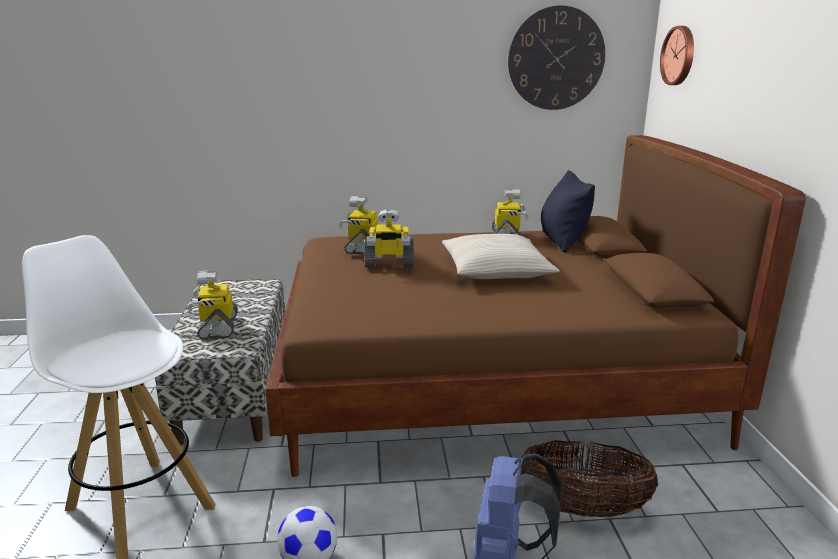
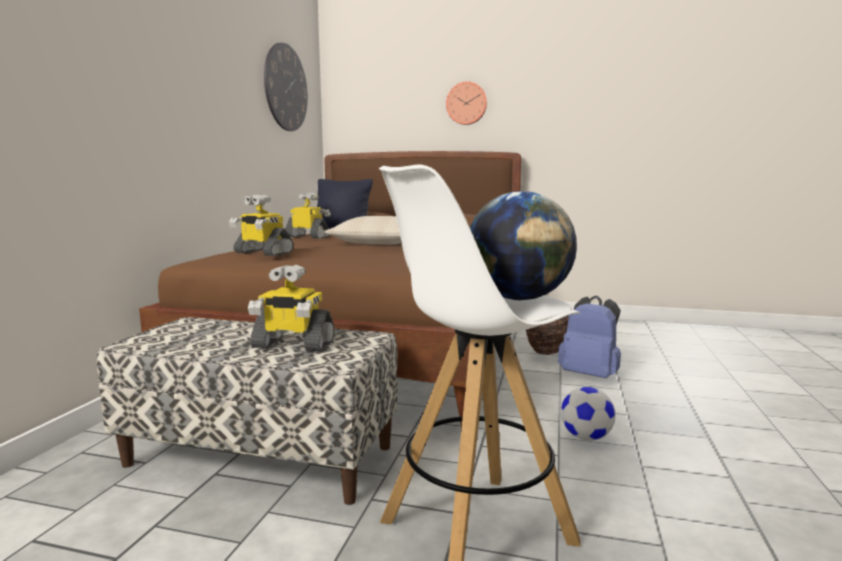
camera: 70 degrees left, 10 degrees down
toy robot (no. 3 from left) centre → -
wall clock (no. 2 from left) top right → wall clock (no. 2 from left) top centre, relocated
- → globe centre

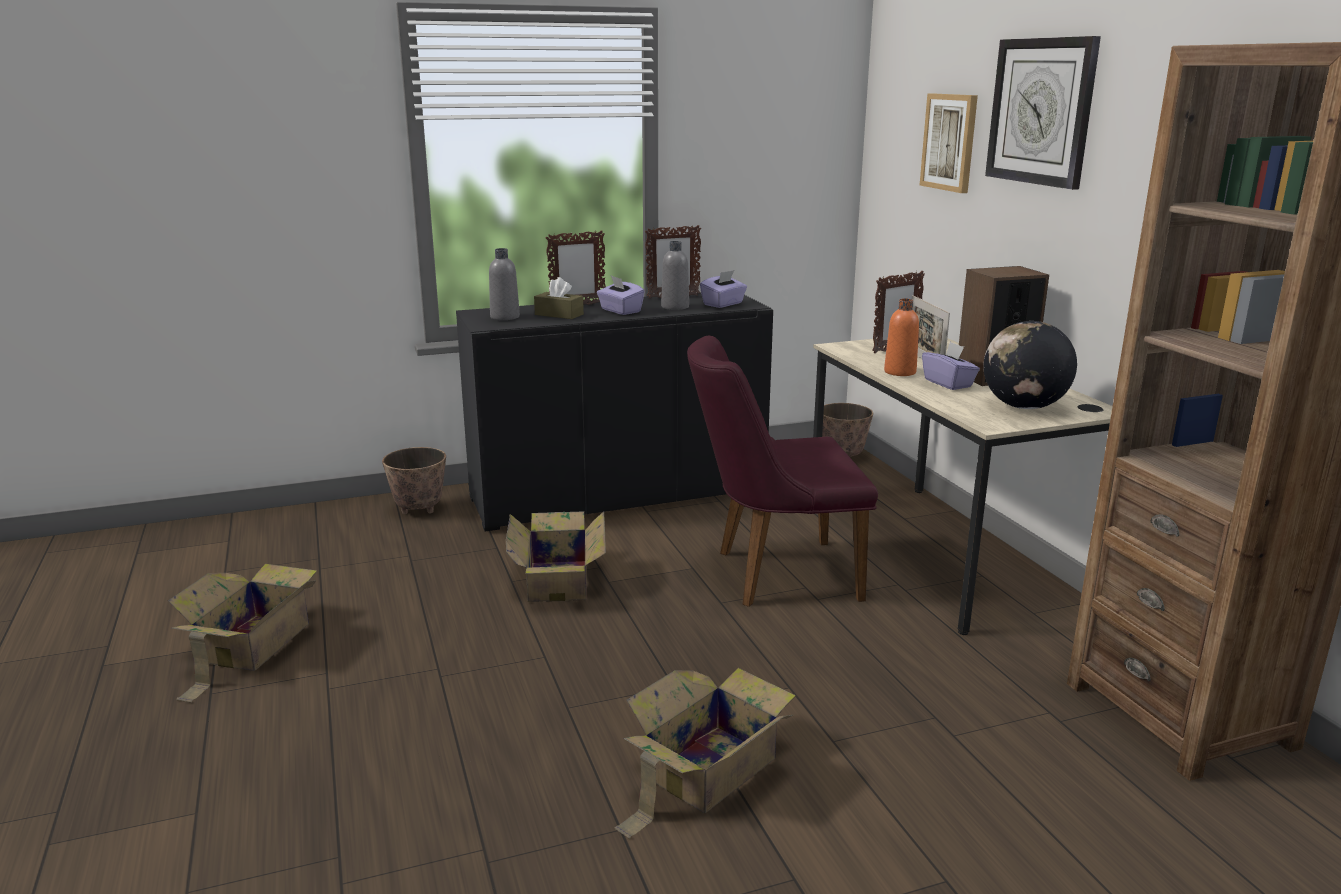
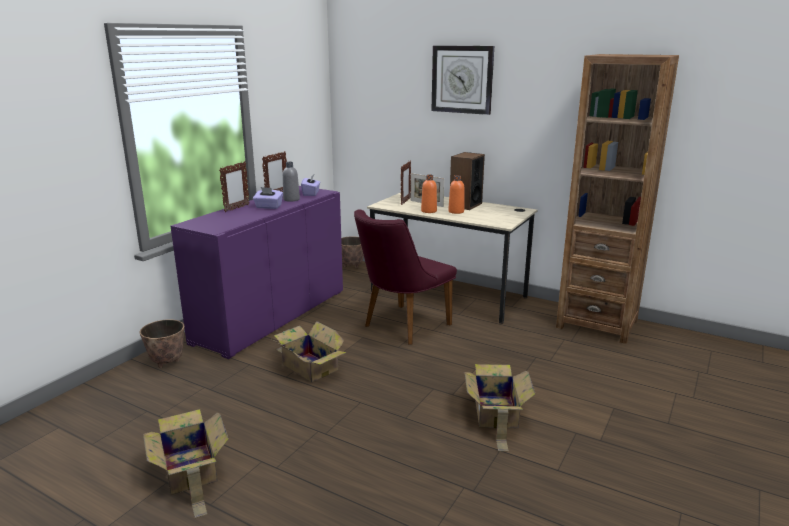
camera: 40 degrees left, 0 degrees up
black cabinet centre → purple cabinet middle left
grey bottle (no. 1 from left) top centre → -
brown tissue box centre → -
picture top right → -
purple tissue box (no. 3 from left) middle right → orange bottle (no. 2 from left) centre
globe middle right → -

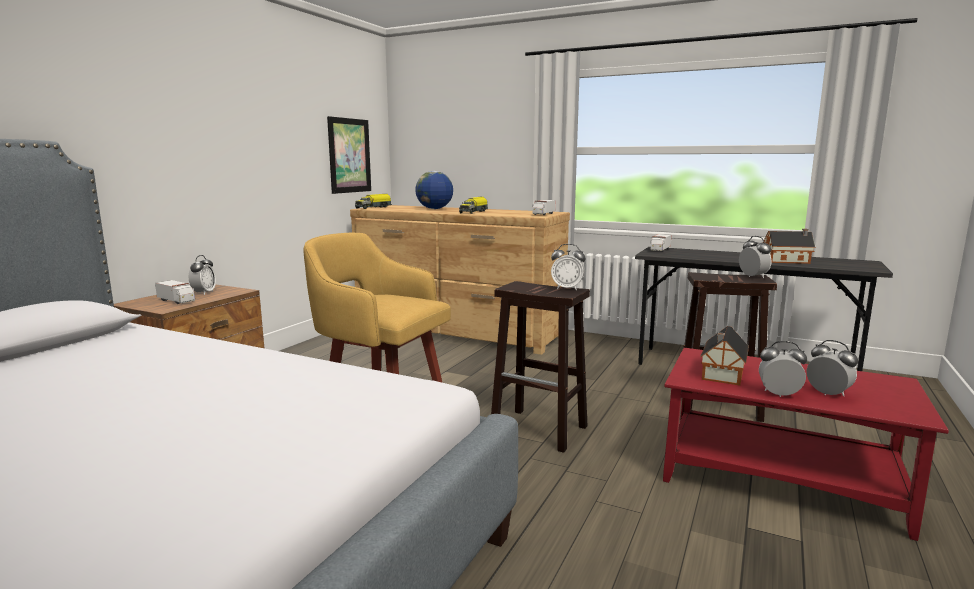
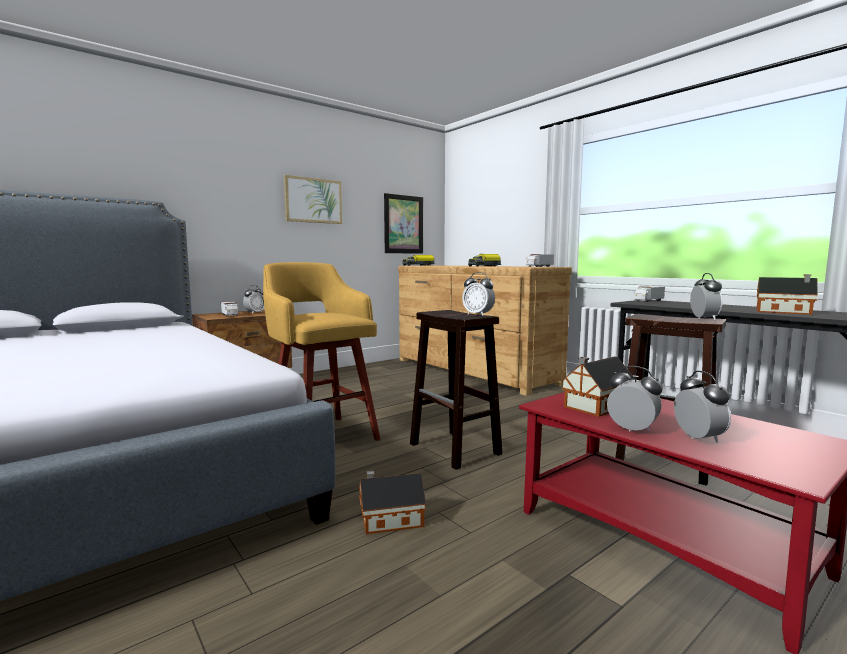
camera: 25 degrees right, 5 degrees down
globe top centre → -
- → picture (no. 1 from left) top centre
- → toy house (no. 1 from left) bottom centre

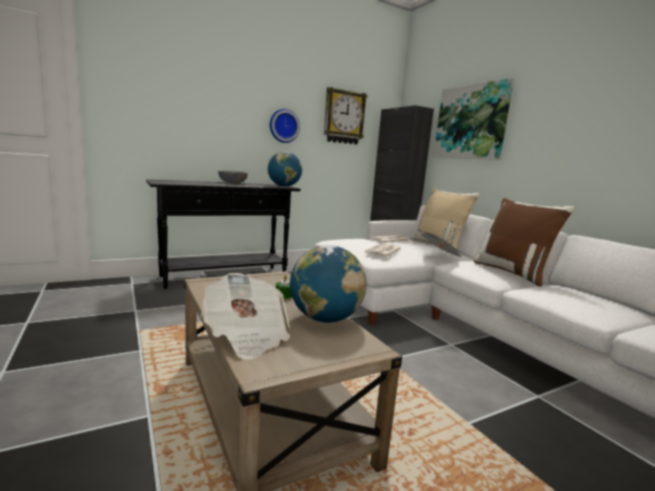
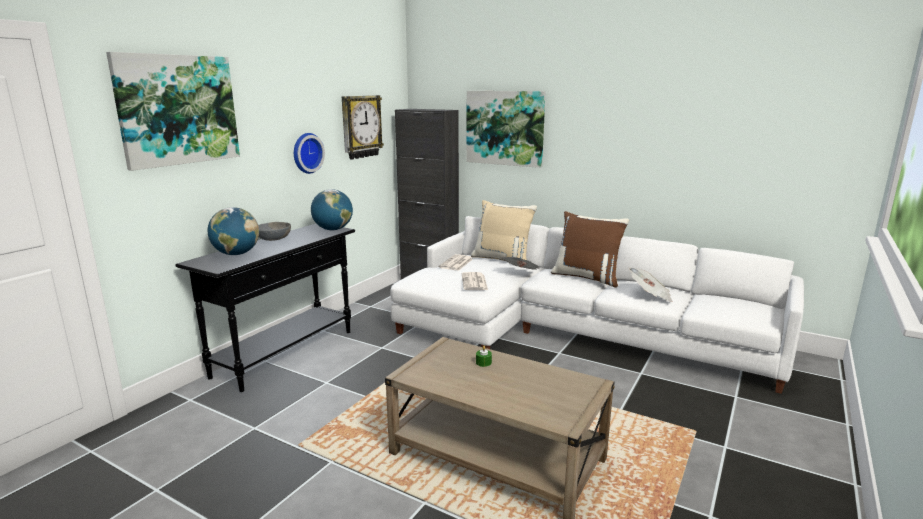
camera: 30 degrees left, 5 degrees up
newspaper (no. 1 from left in the first image) centre → newspaper (no. 4 from left) middle right, relocated
globe (no. 2 from left in the first image) centre → globe (no. 1 from left) middle left, relocated
- → picture (no. 1 from left) top left

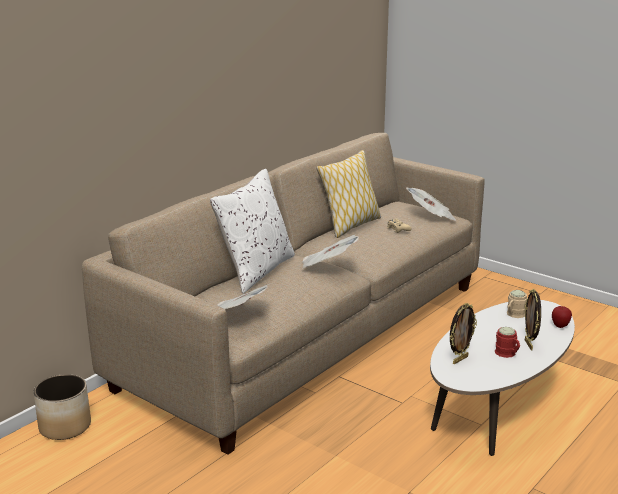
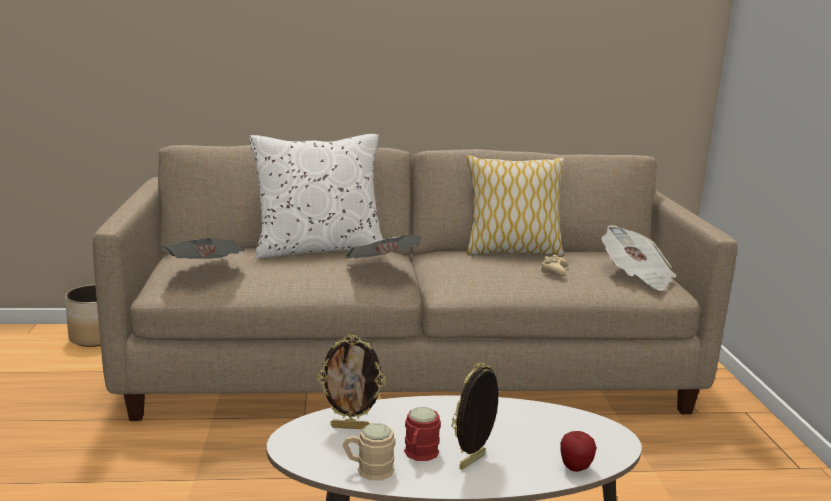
camera: 45 degrees right, 5 degrees down
beige mug middle right → beige mug bottom centre, relocated

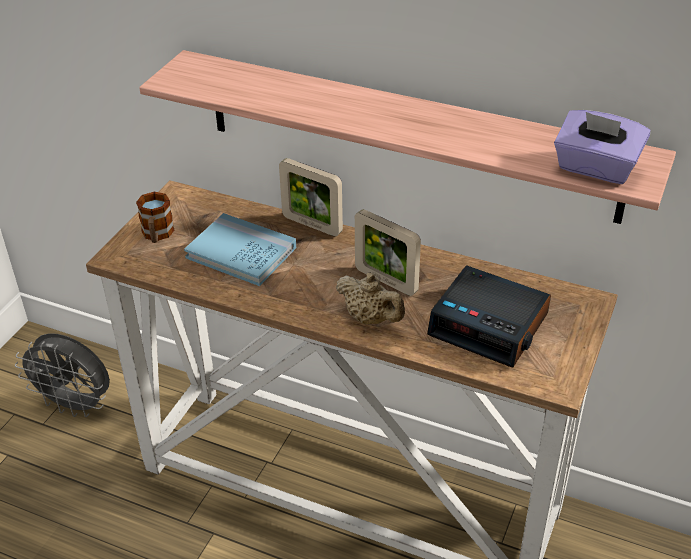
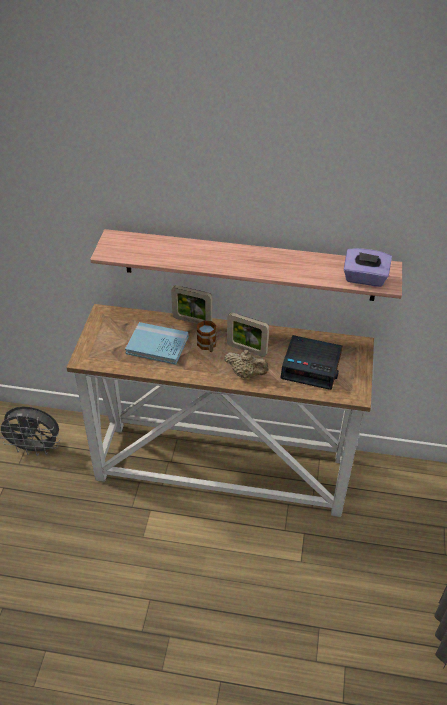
camera: 15 degrees left, 5 degrees up
mug middle left → mug centre, relocated

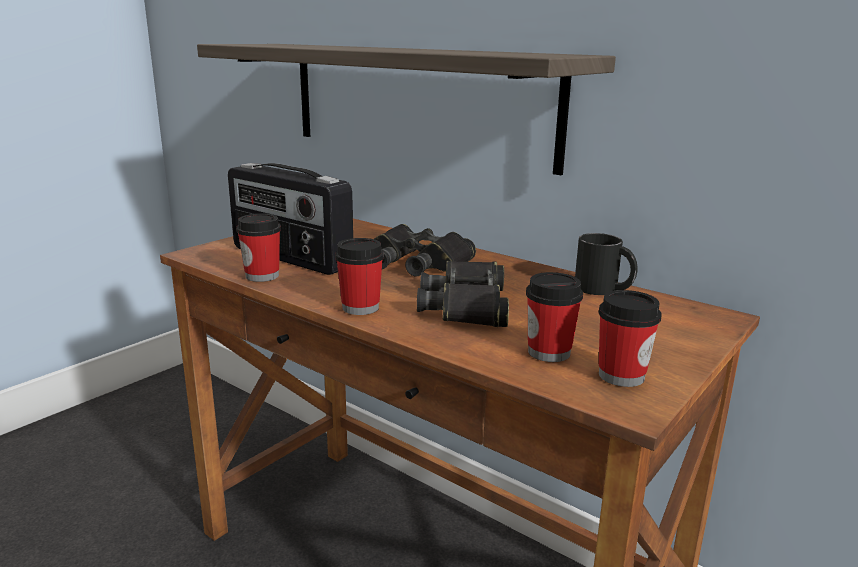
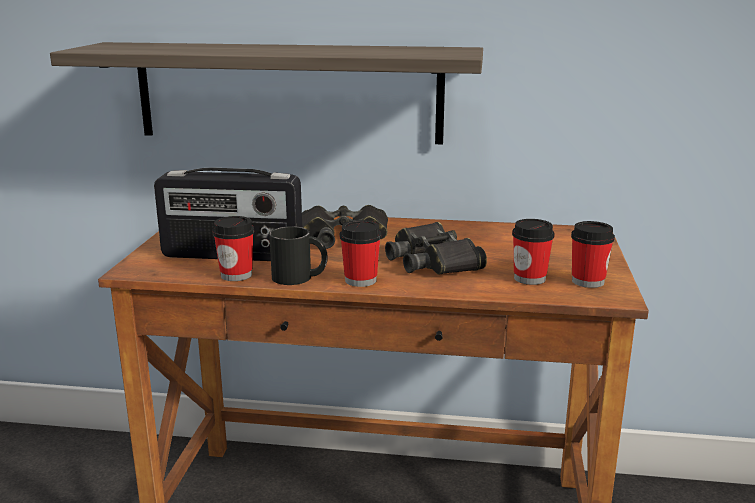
camera: 30 degrees left, 0 degrees up
black mug middle right → black mug centre, relocated

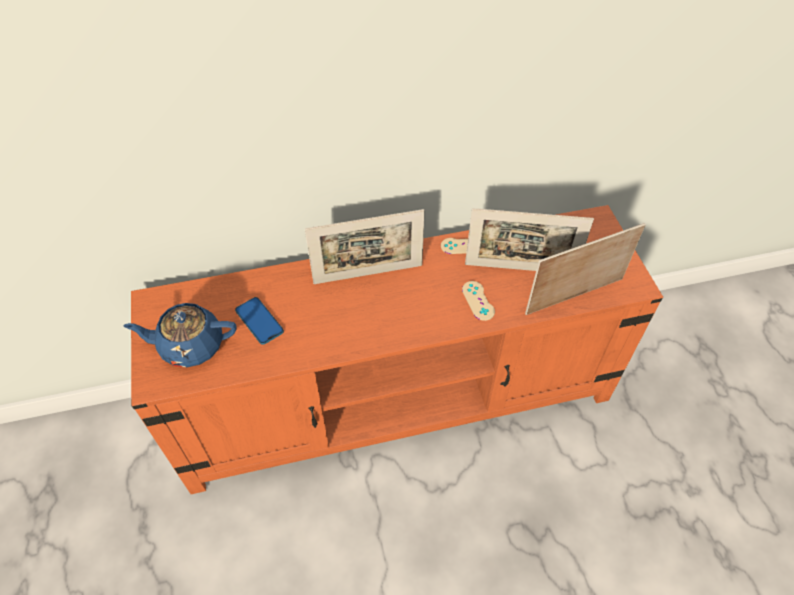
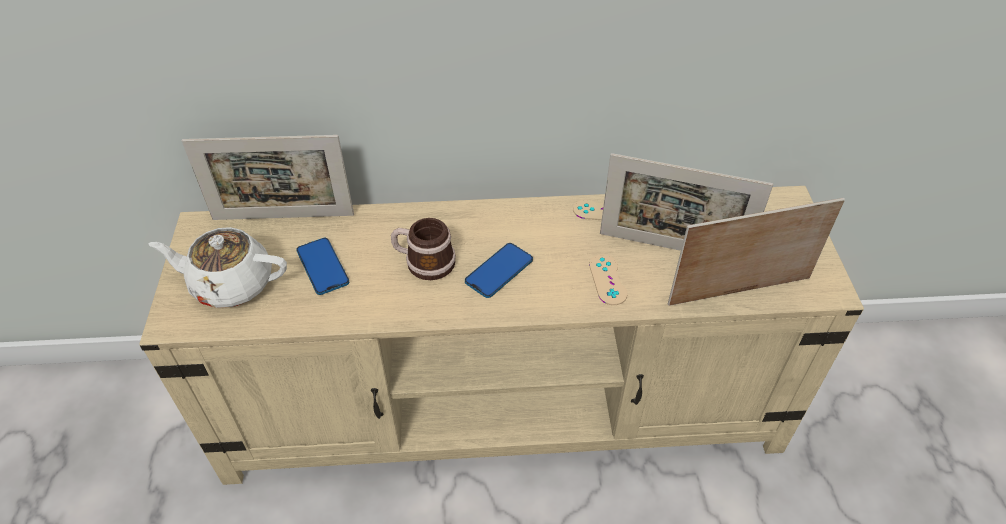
camera: 10 degrees right, 5 degrees down
blue teapot middle left → white teapot middle left
orange tv stand centre → beige tv stand centre
picture frame (no. 1 from left) centre → picture frame (no. 1 from left) middle left, relocated
- → mug centre
- → phone (no. 2 from left) centre

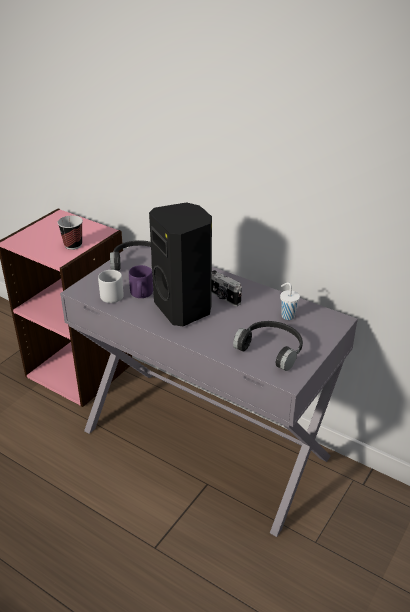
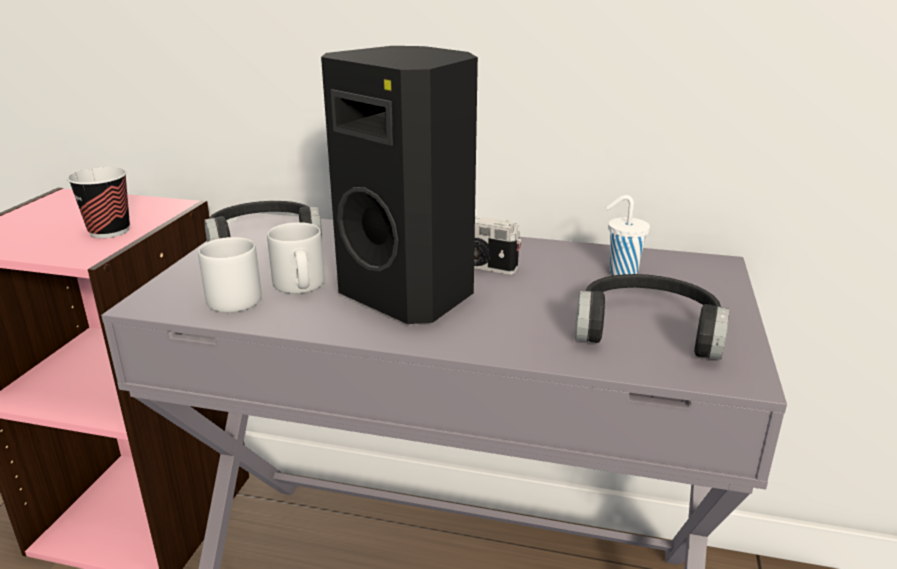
camera: 20 degrees left, 10 degrees down
purple mug centre → grey mug (no. 2 from left) middle left

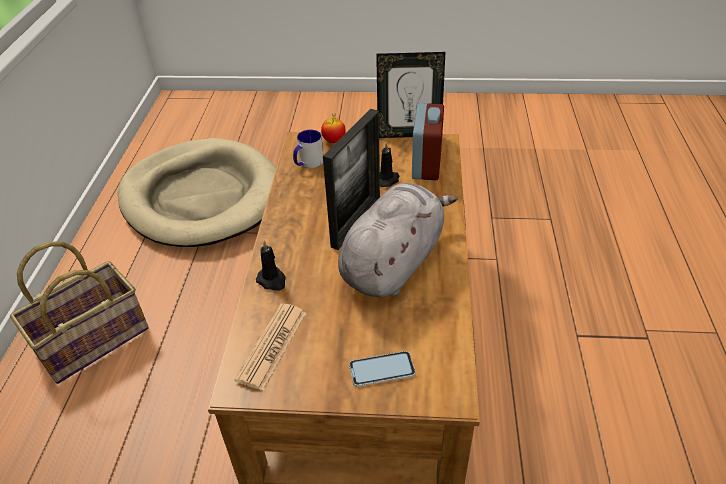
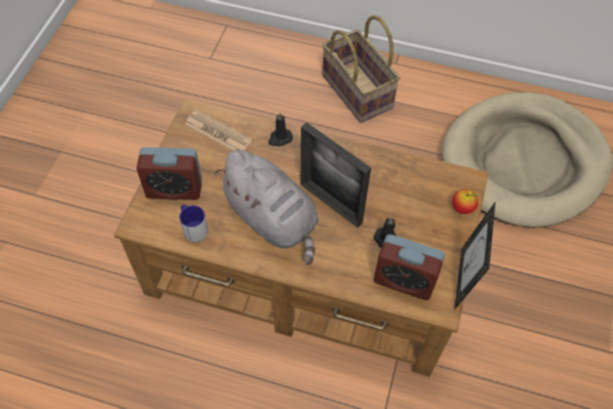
camera: 100 degrees right, 15 degrees up
mug top centre → mug middle left, relocated
phone bottom centre → alarm clock (no. 1 from left) middle left

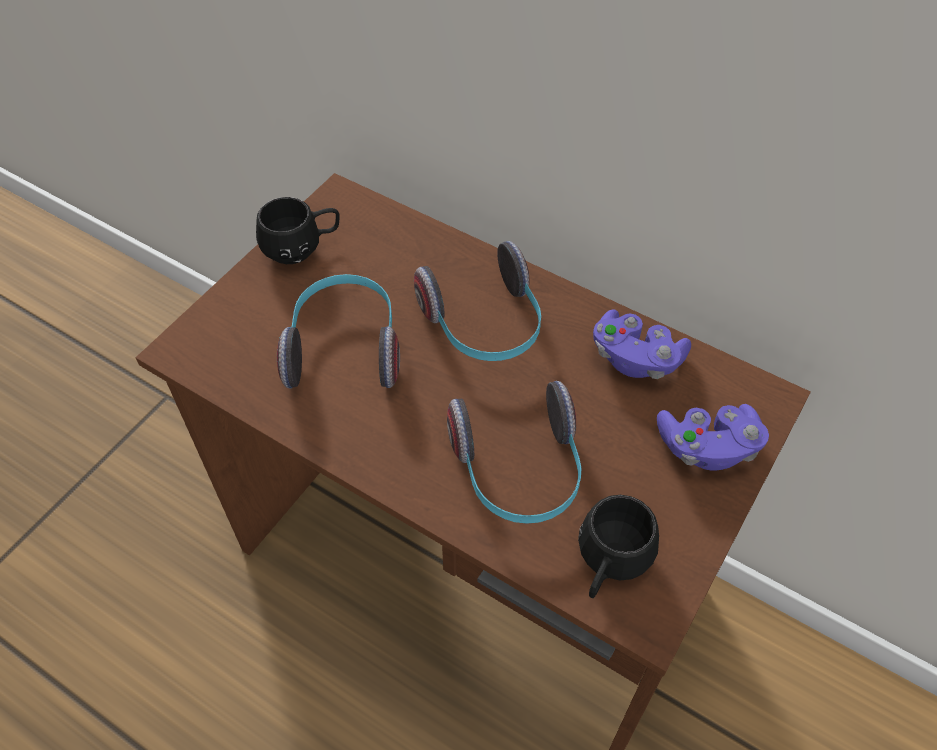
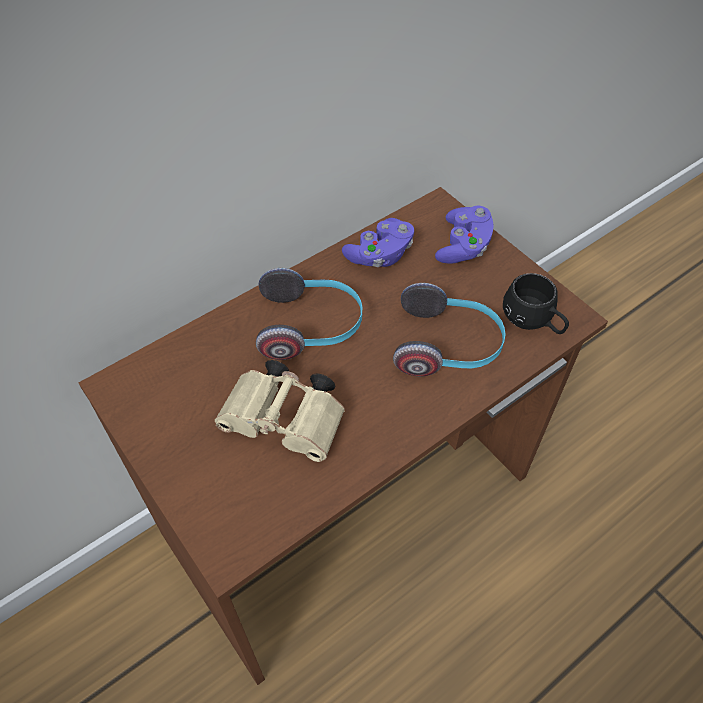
camera: 70 degrees left, 0 degrees up
black mug (no. 1 from left) top left → -
headphones (no. 1 from left) centre → beige binoculars centre

